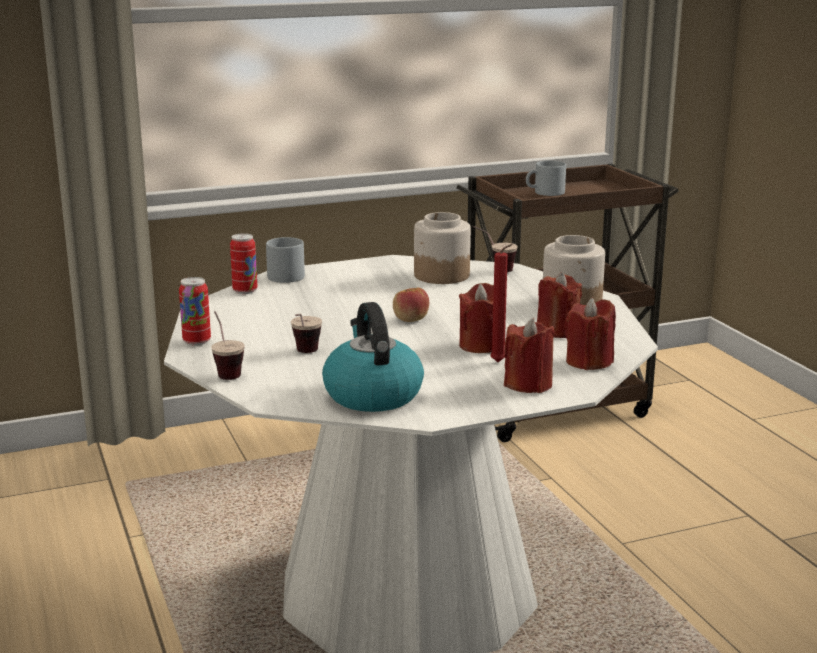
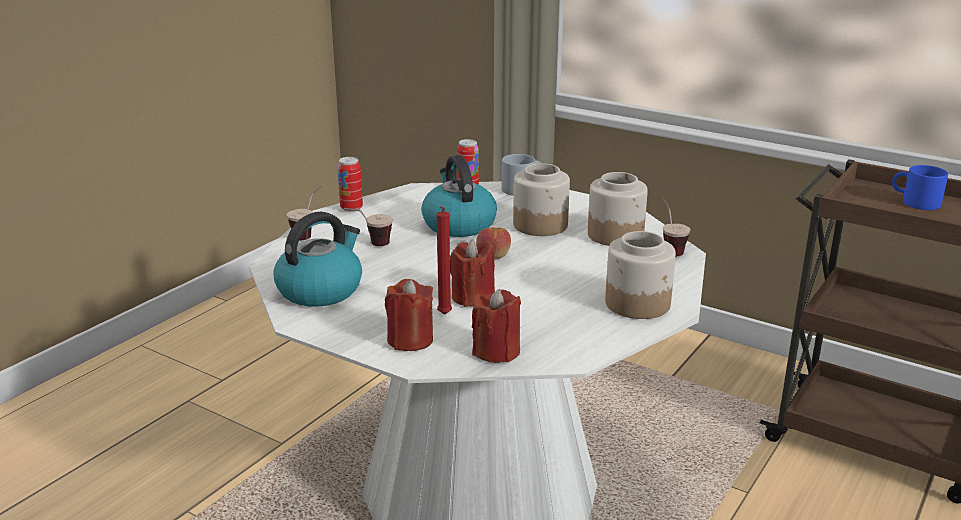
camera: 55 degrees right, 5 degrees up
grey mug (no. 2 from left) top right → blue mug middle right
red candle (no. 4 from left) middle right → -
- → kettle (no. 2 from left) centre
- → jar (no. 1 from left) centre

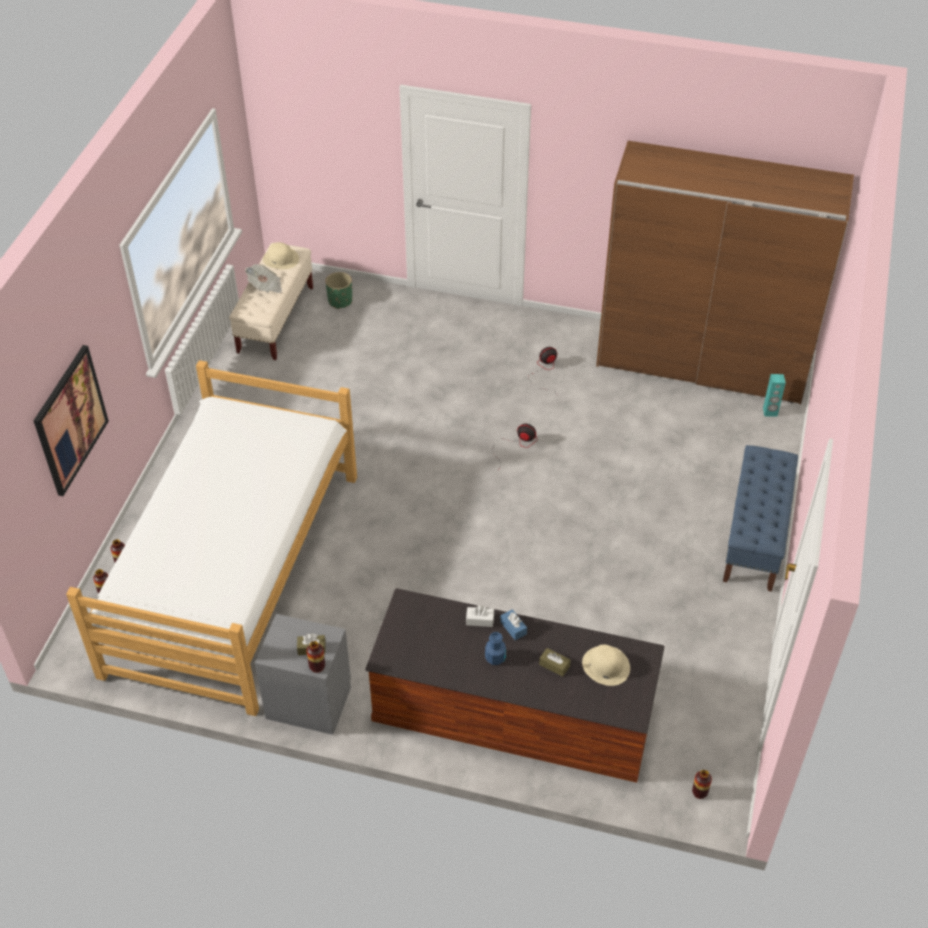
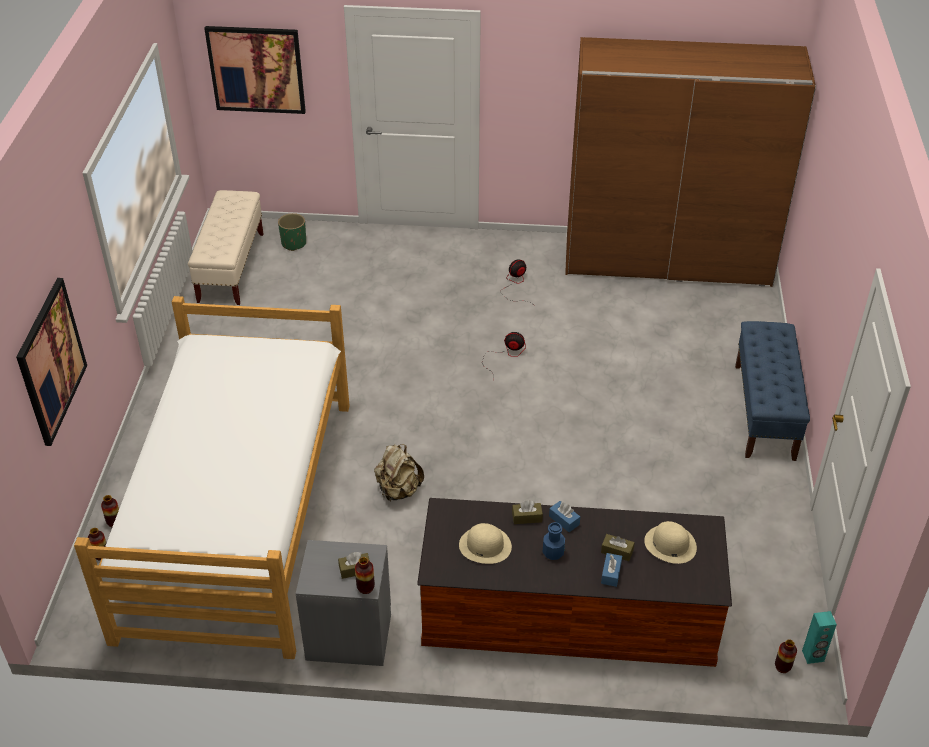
camera: 10 degrees left, 5 degrees down
newspaper top left → -
beige hat (no. 1 from left) top left → beige hat (no. 1 from left) bottom centre, relocated
white tissue box centre → brown tissue box (no. 2 from left) bottom centre
turquoise speaker middle right → turquoise speaker bottom right, relocated
- → picture (no. 2 from left) top left
- → beige backpack centre
- → blue tissue box (no. 2 from left) bottom centre

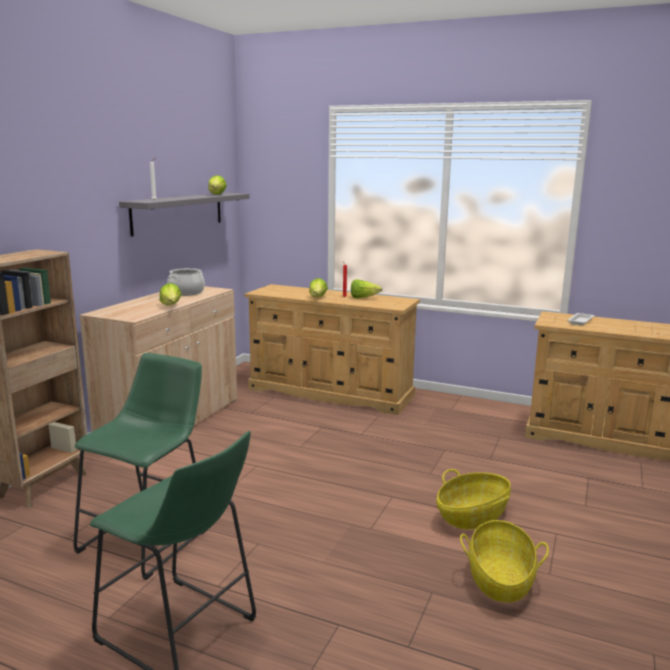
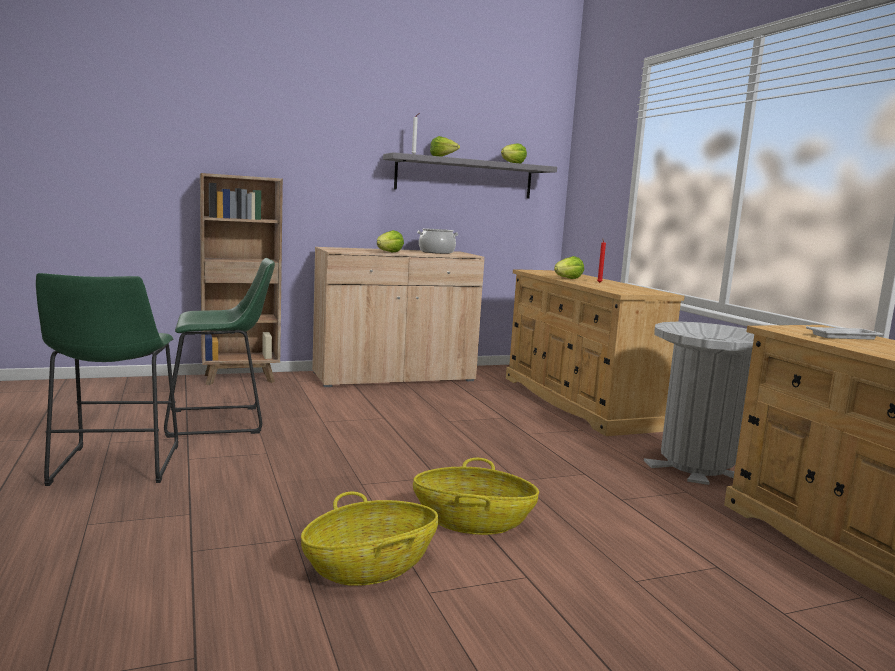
camera: 45 degrees right, 5 degrees down
lettuce (no. 4 from left in the first image) centre → lettuce (no. 2 from left) top centre, relocated
- → grey trash can middle right

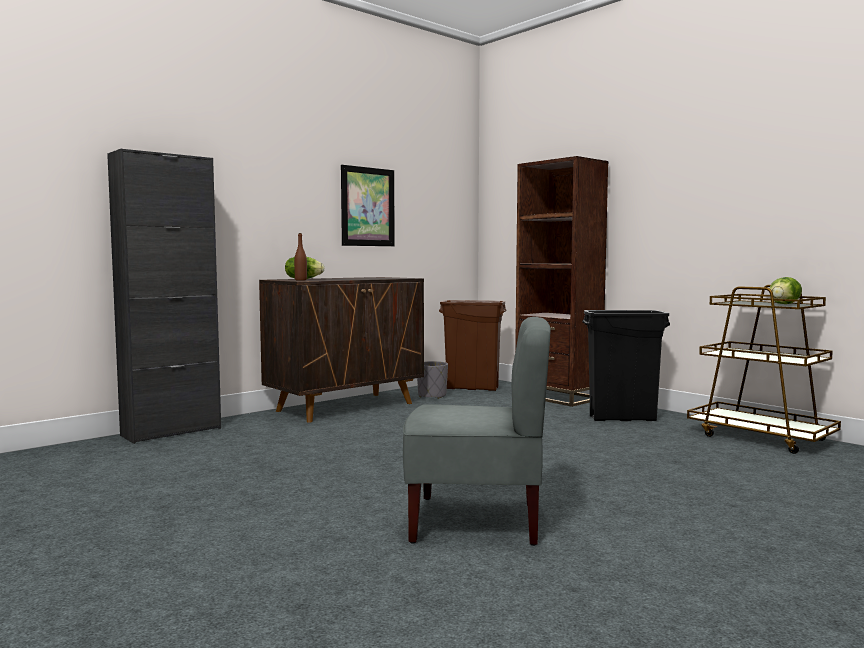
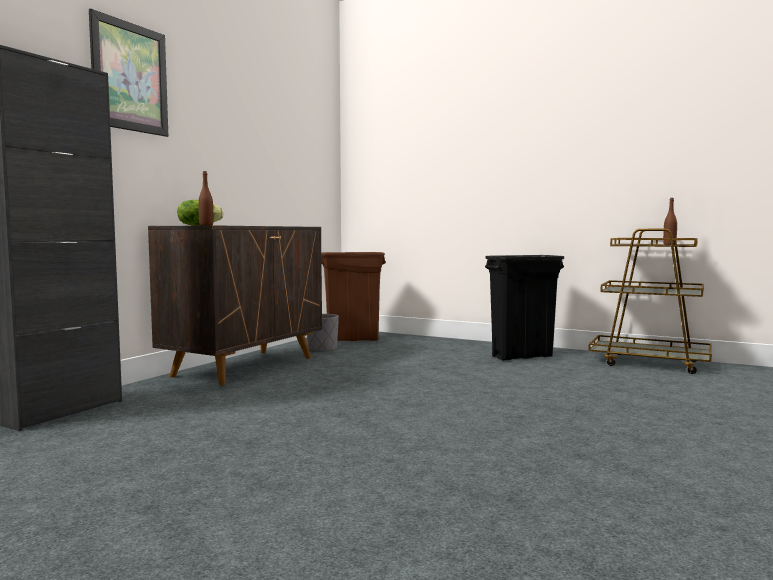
camera: 20 degrees left, 0 degrees up
picture top centre → picture top left, relocated
grey chair centre → -
brown bookcase centre → -
lettuce (no. 2 from left) middle right → brown bottle (no. 2 from left) middle right

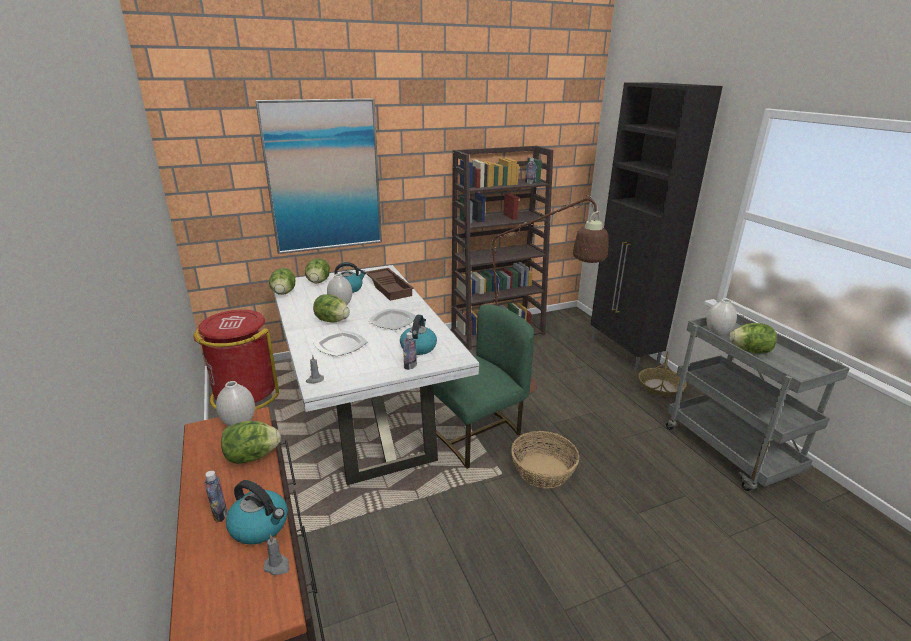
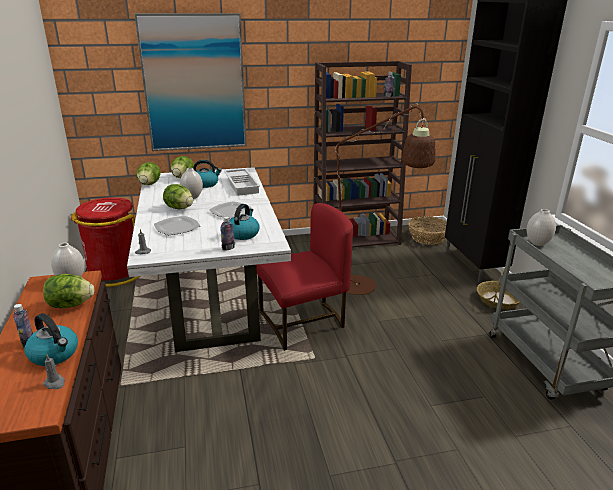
camera: 10 degrees right, 0 degrees up
brown tray centre → white tray centre
green chair centre → red chair centre
basket (no. 1 from left) bottom centre → basket (no. 1 from left) middle right, relocated
lettuce (no. 5 from left) middle right → -

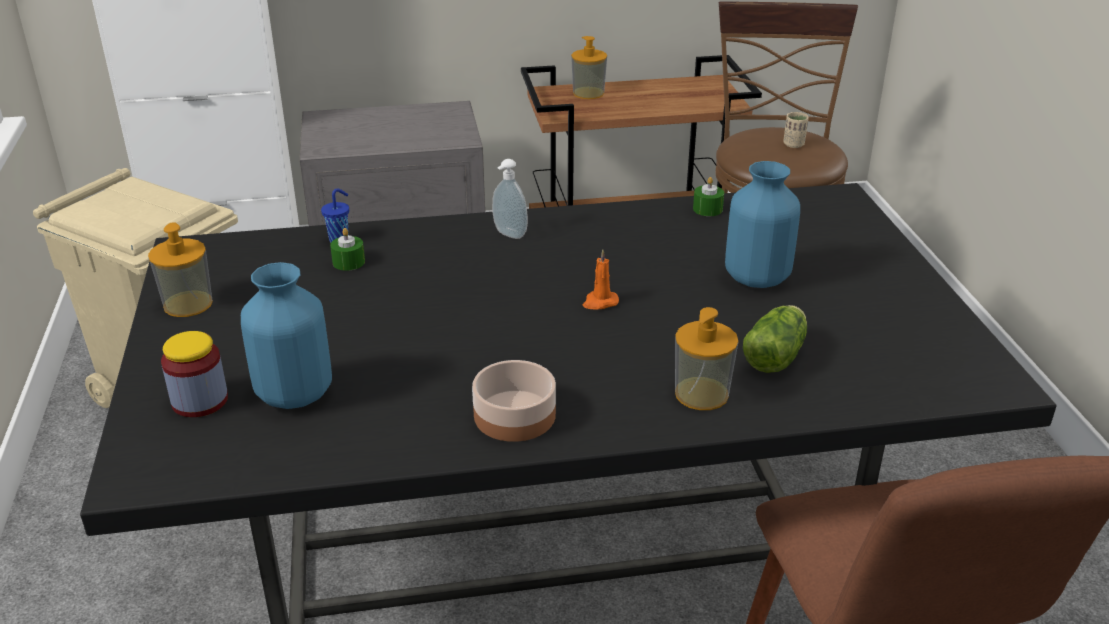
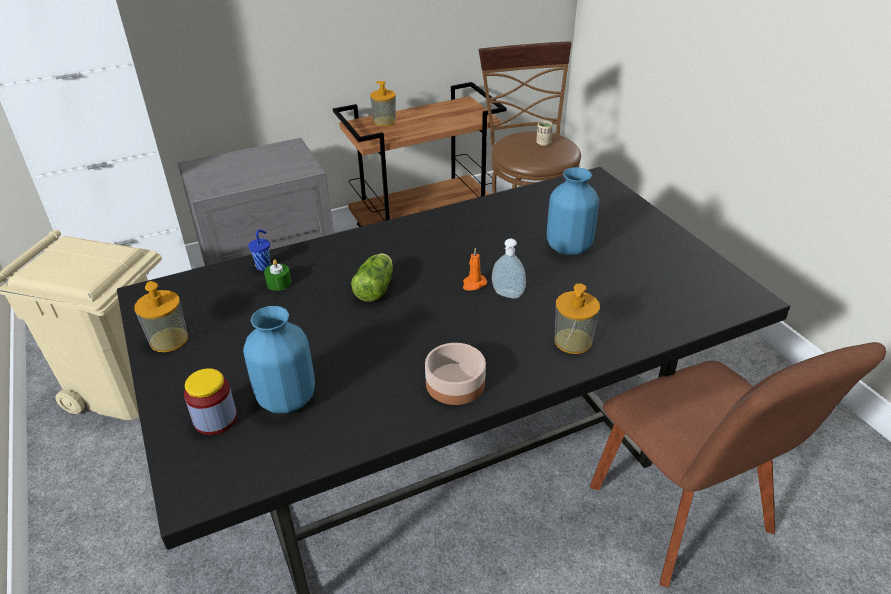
camera: 15 degrees left, 5 degrees up
soap dispenser (no. 2 from left in the first image) top centre → soap dispenser (no. 3 from left) centre, relocated
green candle (no. 2 from left) top centre → -
lettuce middle right → lettuce centre, relocated

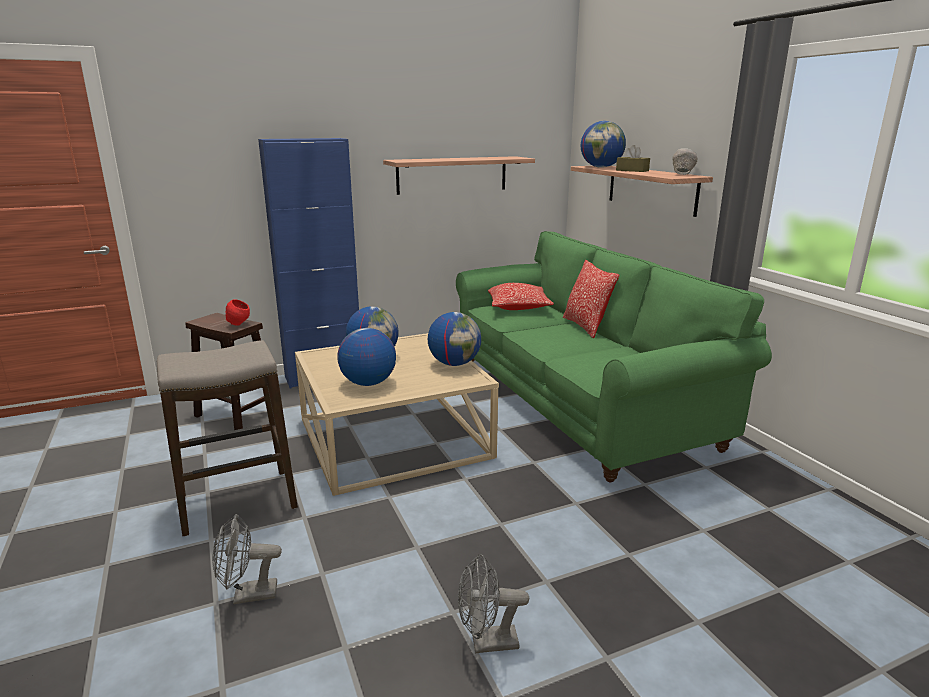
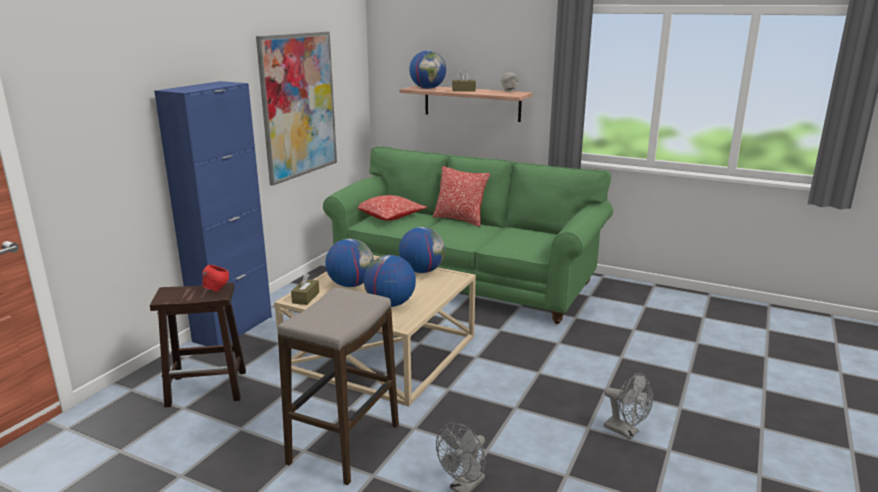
camera: 40 degrees left, 0 degrees up
shelf (no. 1 from left) top centre → picture top centre
grey fan (no. 2 from left) bottom centre → grey fan (no. 2 from left) bottom right, 90 degrees counterclockwise
- → brown tissue box (no. 1 from left) centre

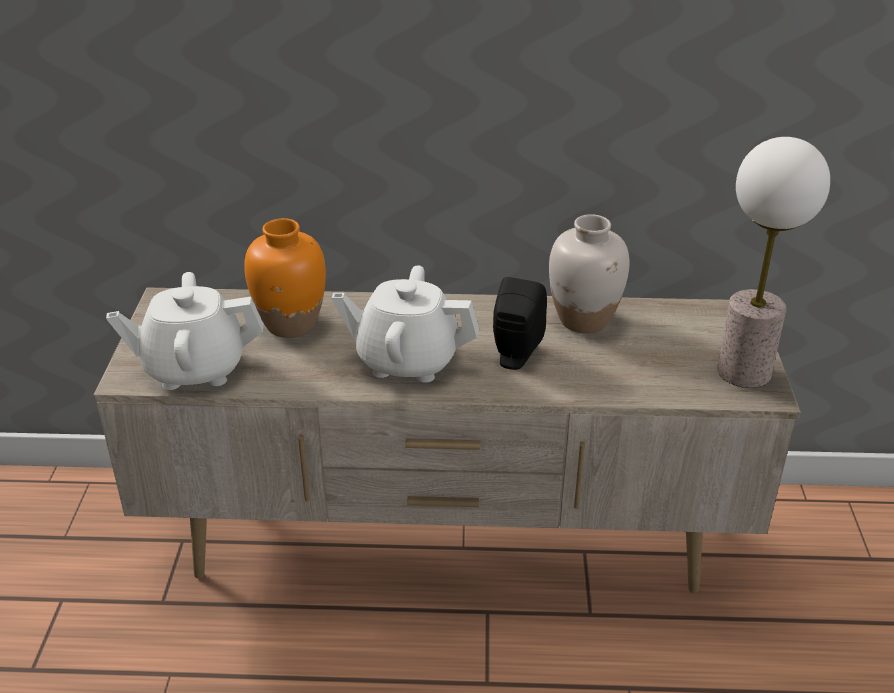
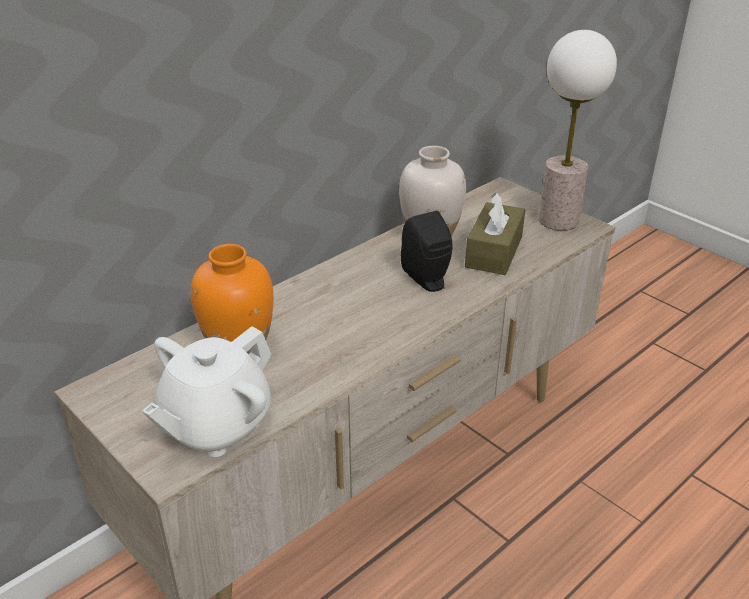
camera: 45 degrees left, 0 degrees up
white teapot (no. 2 from left) centre → -
- → brown tissue box centre

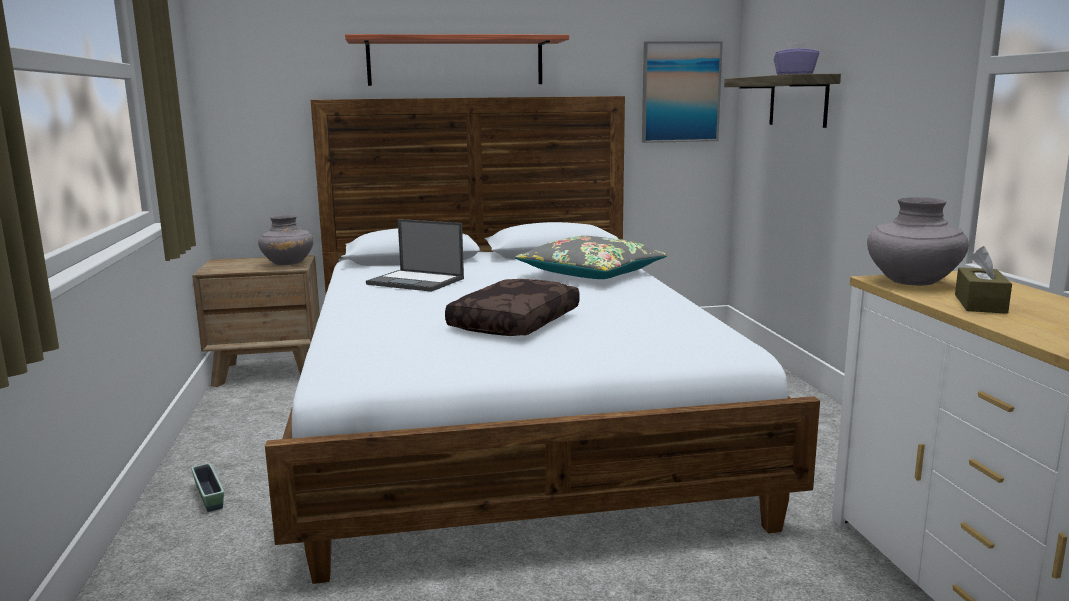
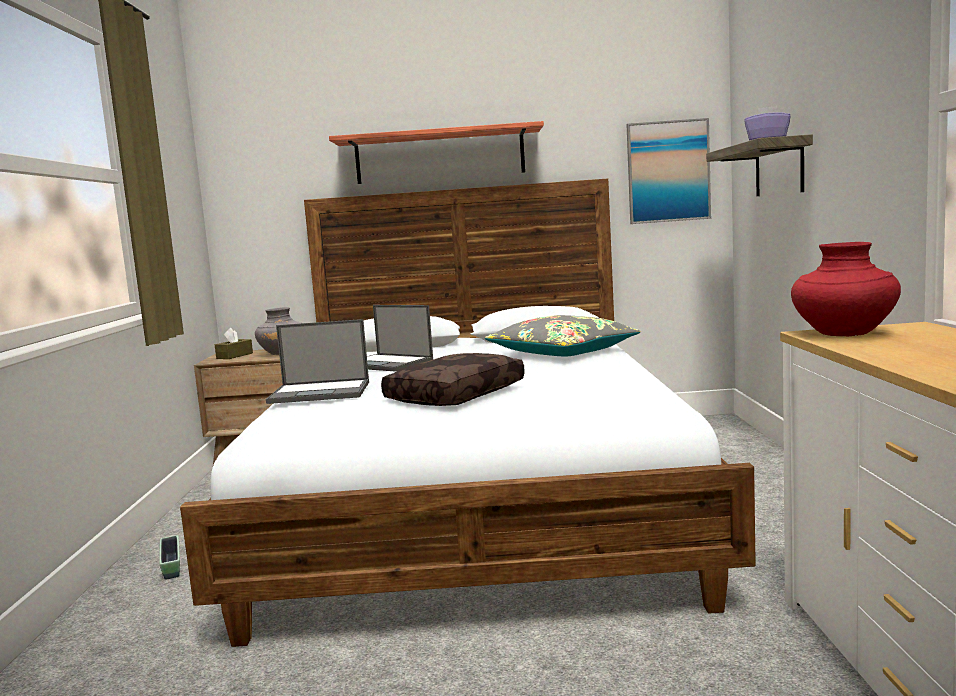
camera: 10 degrees right, 5 degrees down
grey vase (no. 2 from left) middle right → red vase middle right
brown tissue box middle right → brown tissue box middle left, relocated
- → laptop (no. 1 from left) middle left

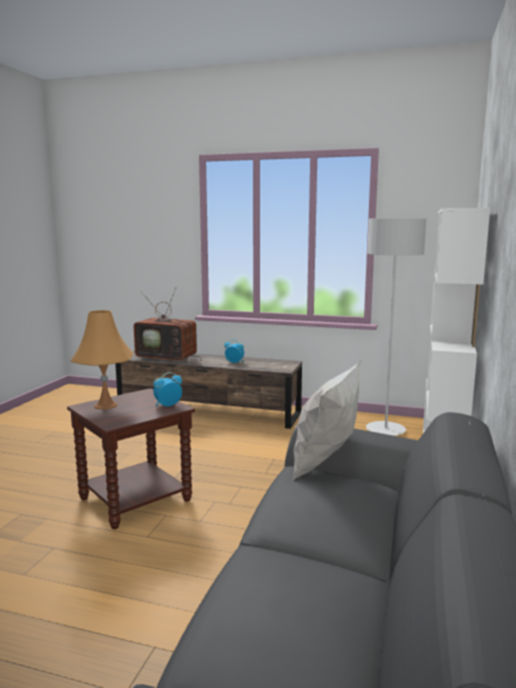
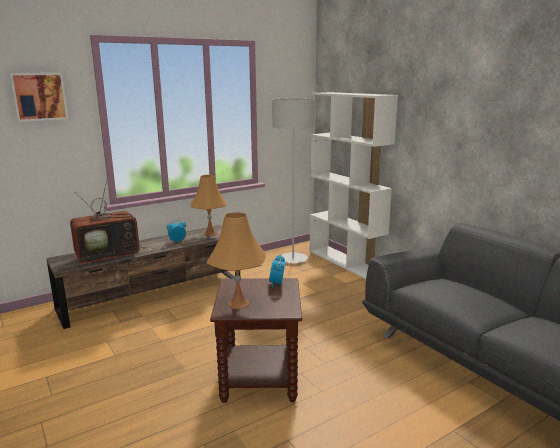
camera: 50 degrees left, 5 degrees up
white pillow centre → -
- → picture top left
- → orange table lamp (no. 1 from left) centre

